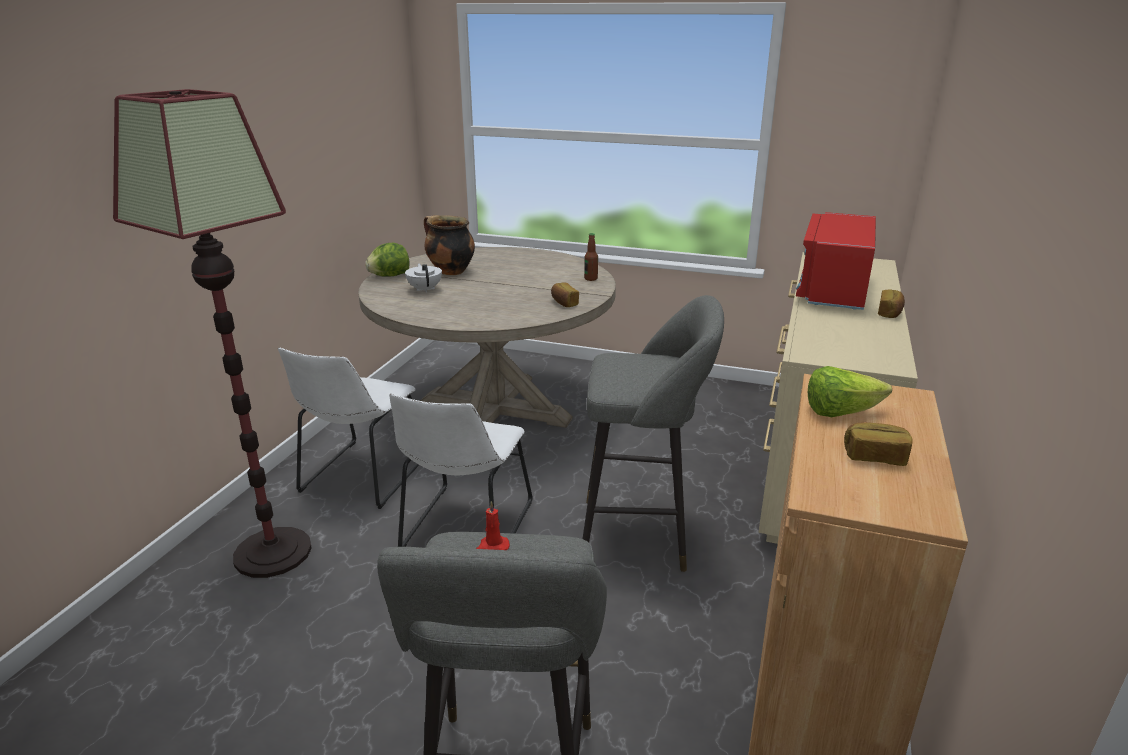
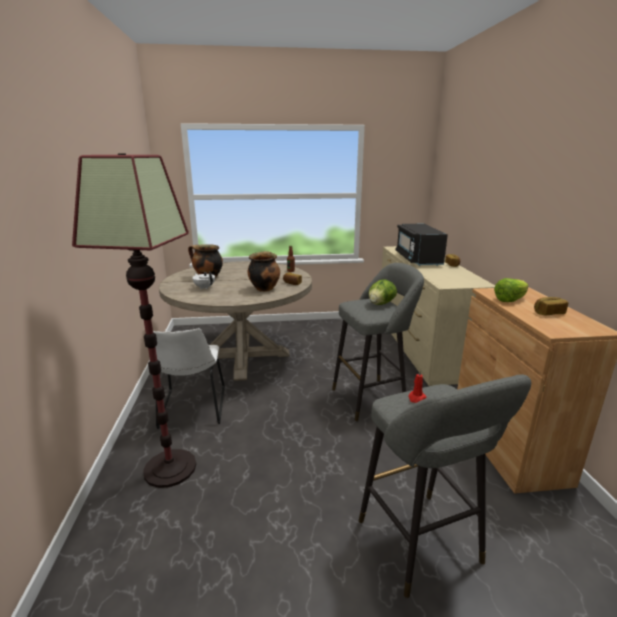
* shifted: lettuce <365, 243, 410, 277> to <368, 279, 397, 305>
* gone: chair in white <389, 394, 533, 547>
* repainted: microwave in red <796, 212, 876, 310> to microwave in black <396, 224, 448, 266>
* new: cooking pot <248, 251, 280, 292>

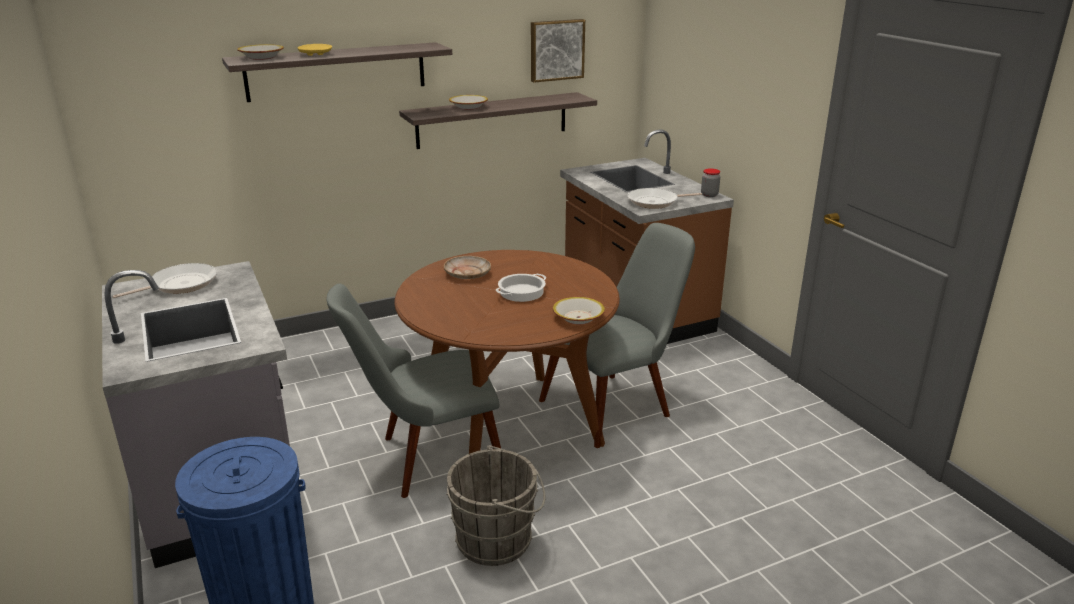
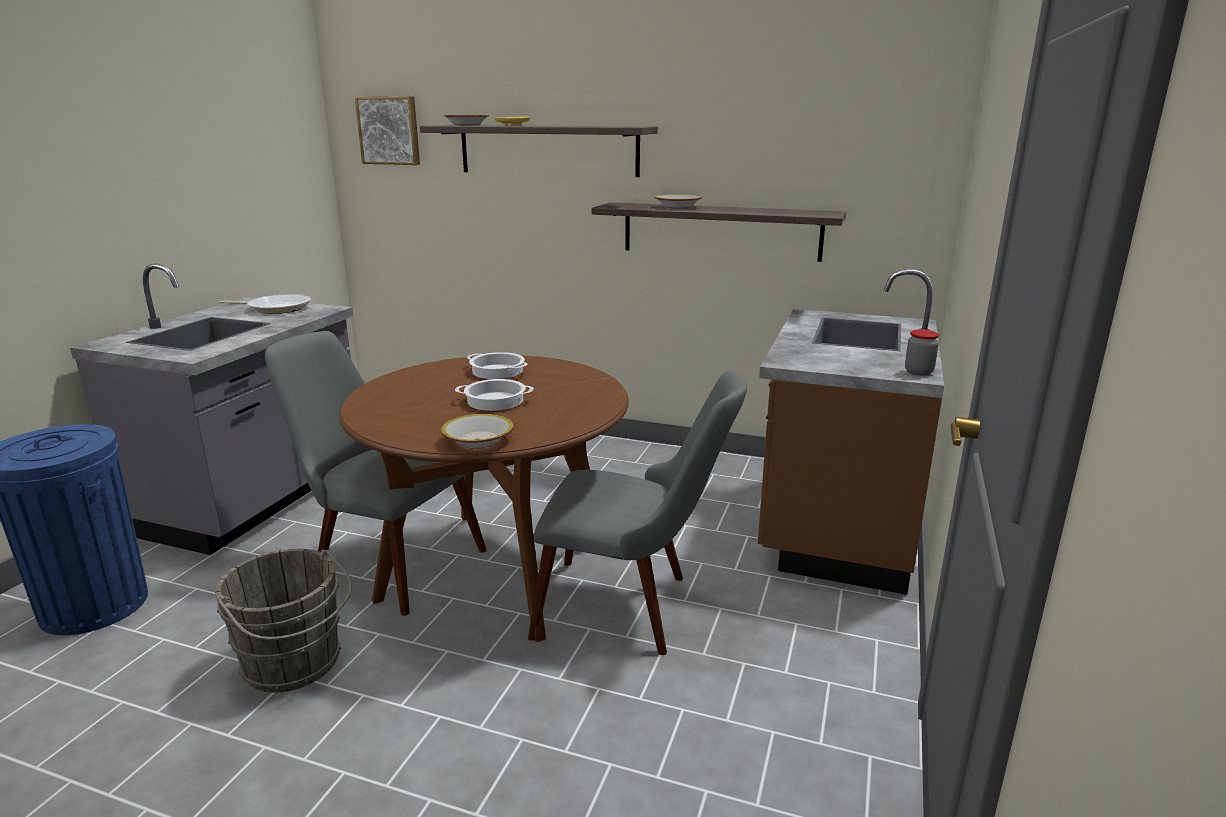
* swapped: plate in beige <444, 256, 491, 279> to cooking pot <466, 352, 527, 379>
* shifted: picture <531, 19, 585, 83> to <355, 96, 420, 165>
* gone: frying pan <628, 188, 702, 209>

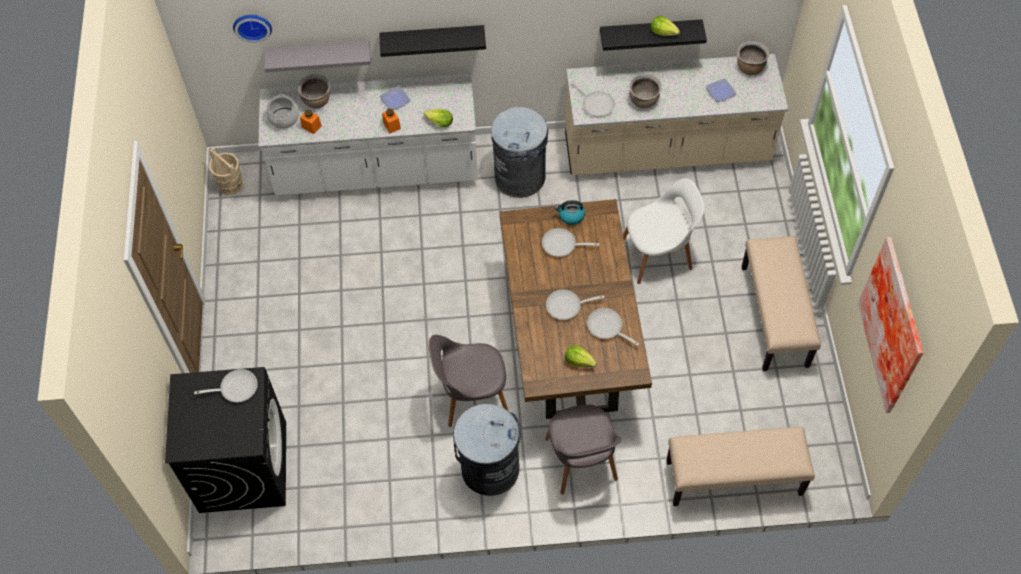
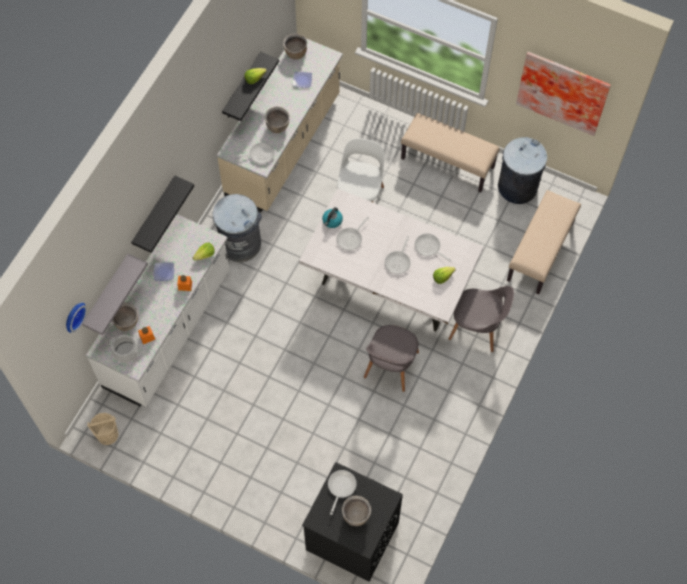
* shifted: trash can in grey <453, 404, 521, 496> to <498, 137, 547, 204>
* repainted: dining table in brown <500, 199, 652, 419> to dining table in white <299, 188, 484, 331>
* rotated: frying pan <587, 308, 639, 346> = <415, 233, 452, 262> 60 degrees clockwise
* new: cooking pot in brown <342, 496, 371, 526>

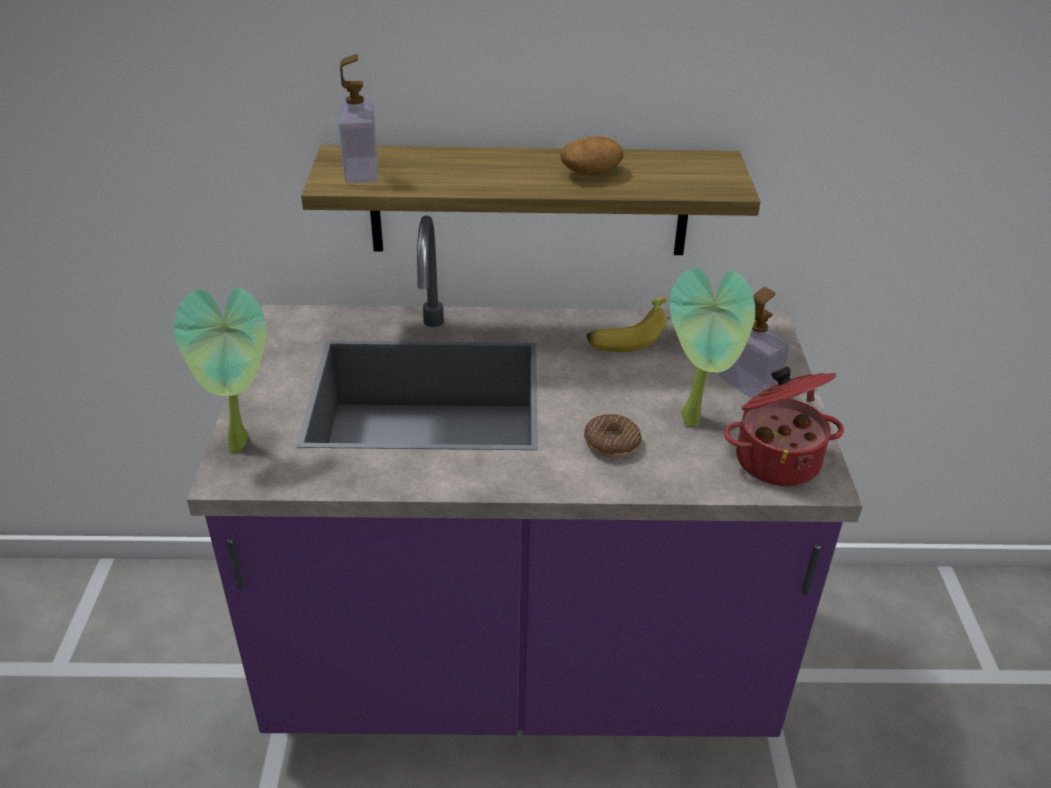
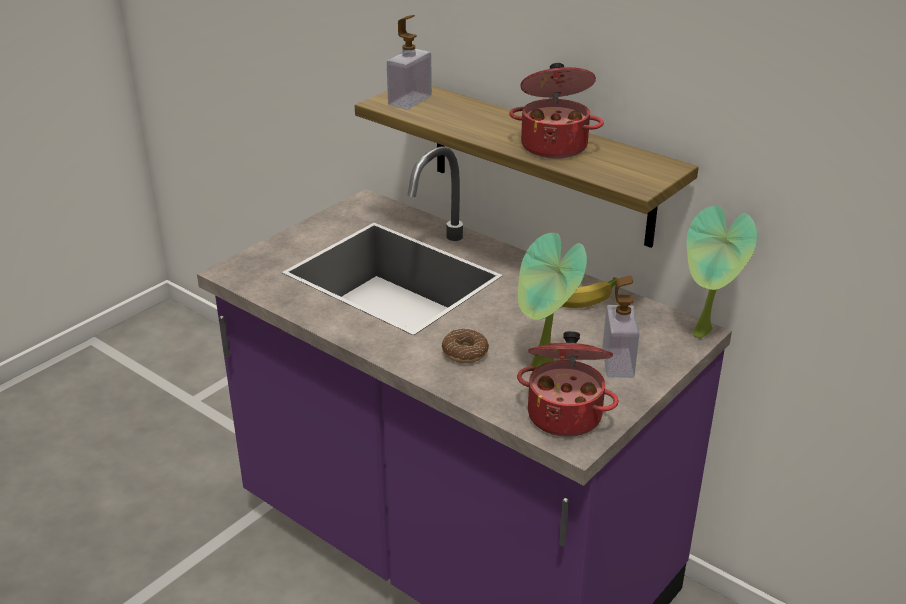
* shifted: potted plant <174, 287, 267, 452> to <687, 206, 757, 338>
* swapped: potato <560, 136, 623, 175> to cooking pot <509, 63, 604, 159>

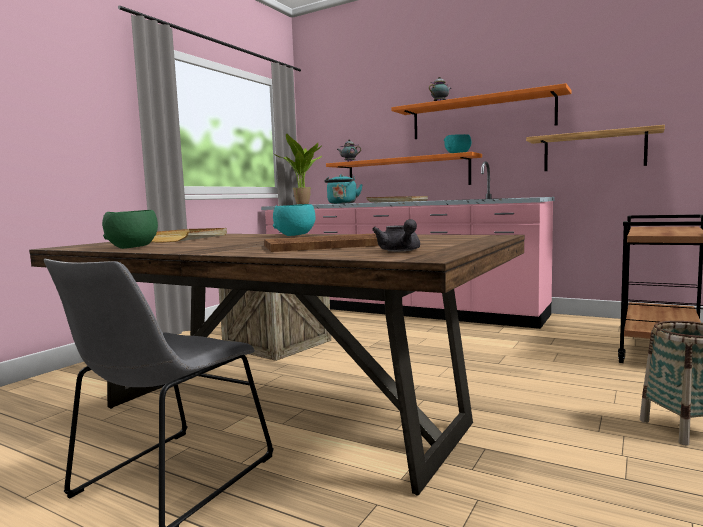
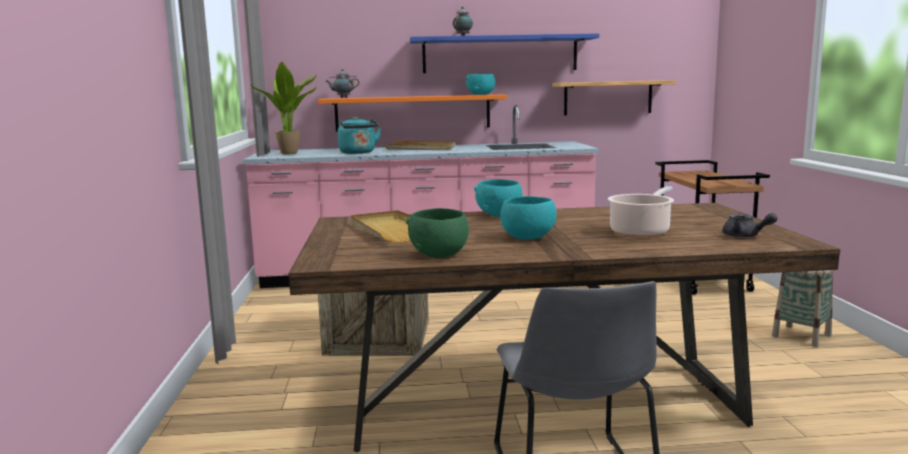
* swapped: tray in brown <264, 233, 379, 252> to cooking pot <608, 186, 674, 237>
* repainted: shelf in orange <391, 83, 571, 139> to shelf in blue <410, 33, 599, 73>
* new: bowl in turquoise <500, 196, 557, 239>

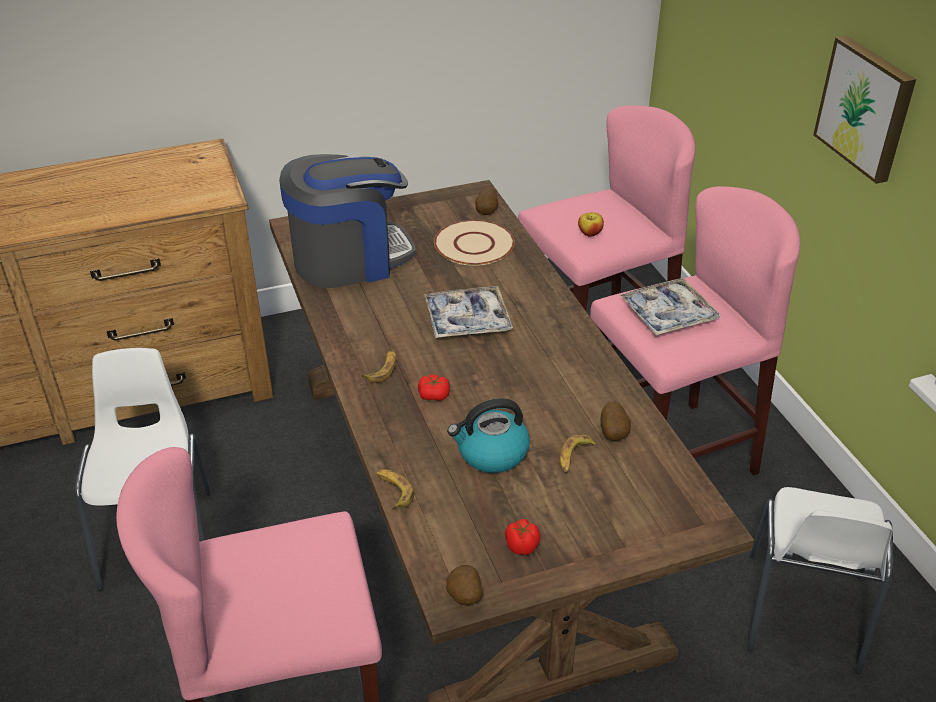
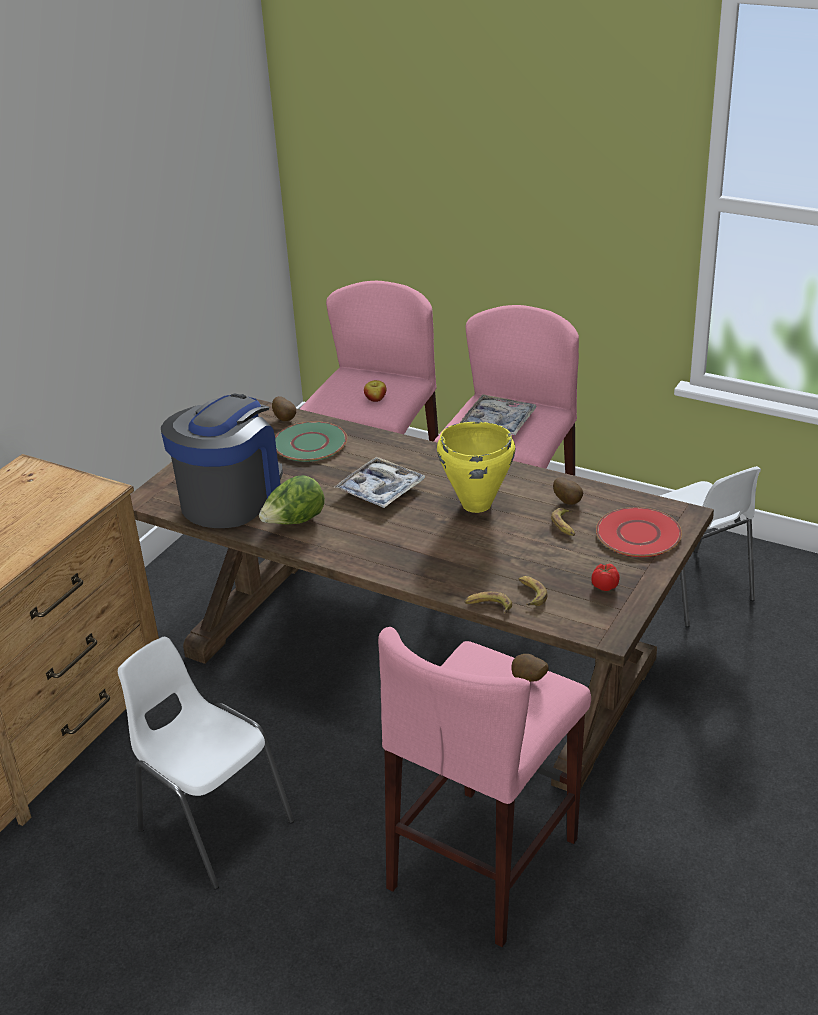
* shifted: banana <362, 351, 396, 383> to <518, 576, 547, 606>
* gone: tomato <418, 374, 450, 401>
* repainted: plate in beige <434, 220, 515, 266> to plate in green <275, 421, 347, 462>
* shifted: potato <446, 565, 483, 605> to <511, 654, 549, 682>
* gone: kettle <447, 398, 530, 473>
* gone: picture <813, 36, 916, 184>
* new: lettuce <259, 475, 325, 524>
* new: cooking pot in yellow <437, 422, 515, 513>
* new: plate in red <596, 507, 682, 557>

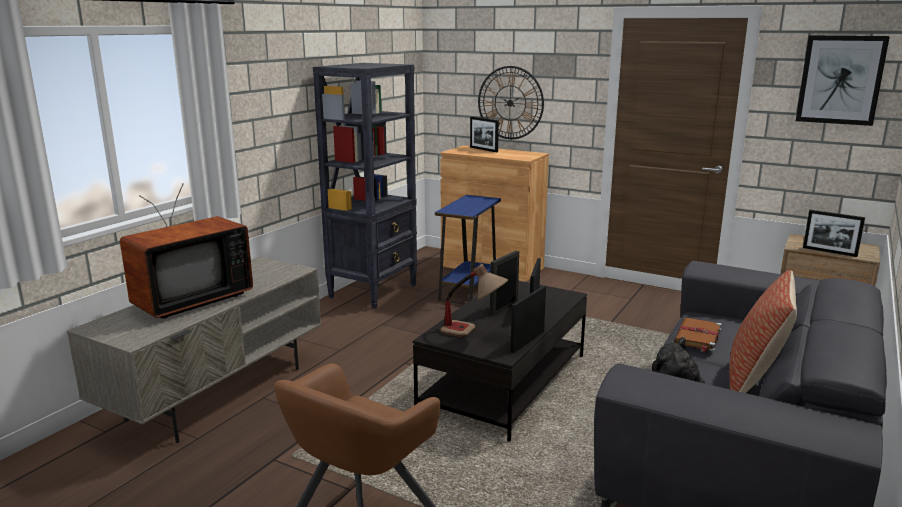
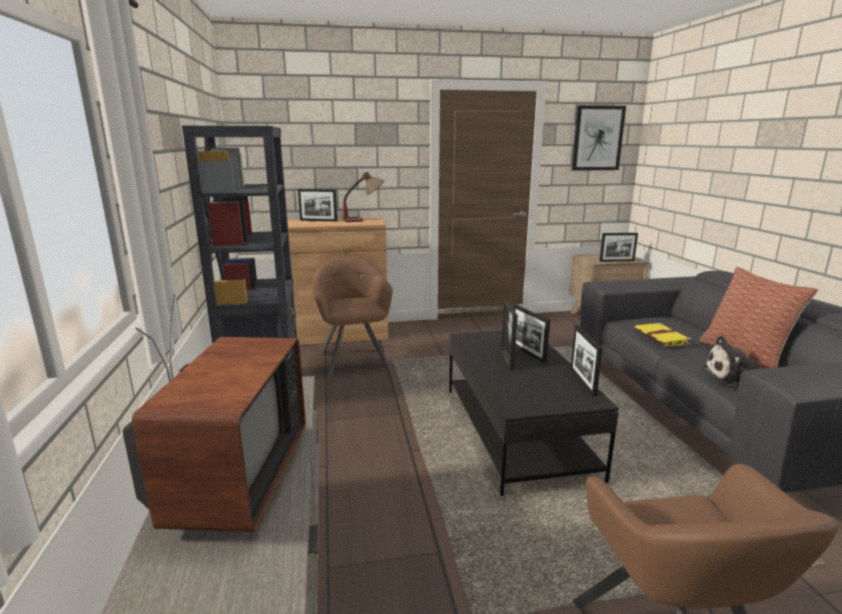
* swapped: side table in blue <435, 195, 501, 304> to armchair in brown <313, 256, 393, 379>
* shifted: table lamp <440, 264, 508, 337> to <343, 172, 384, 222>
* gone: wall clock <478, 66, 544, 139>
* repainted: book in brown <674, 318, 722, 352> to book in yellow <634, 323, 691, 347>

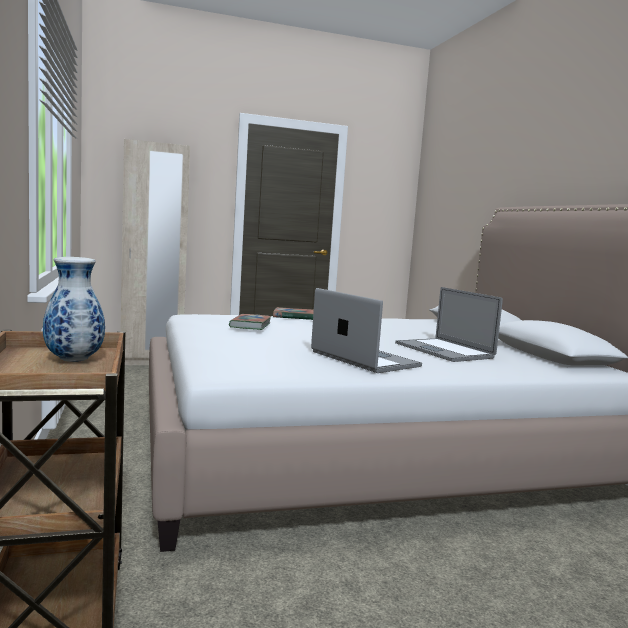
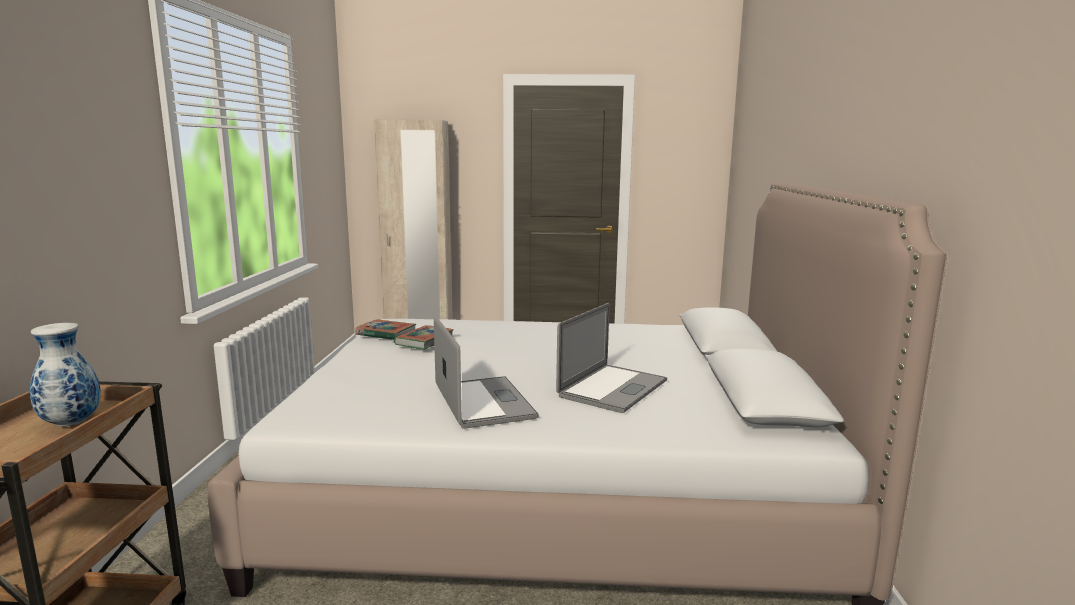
* shifted: book <273, 307, 314, 320> to <355, 319, 416, 340>
* rotated: laptop <395, 287, 503, 362> = <556, 303, 667, 413> 135 degrees counterclockwise

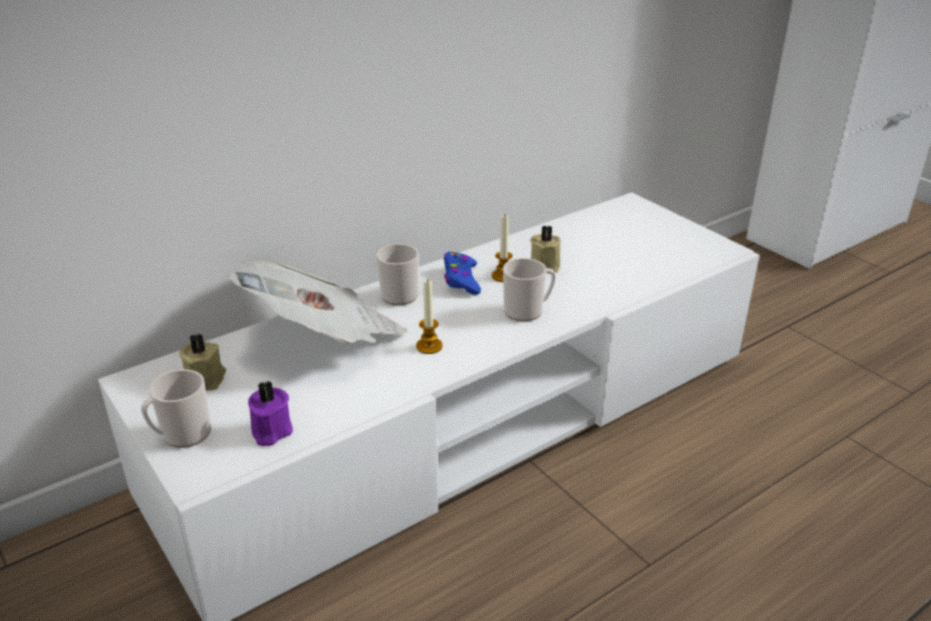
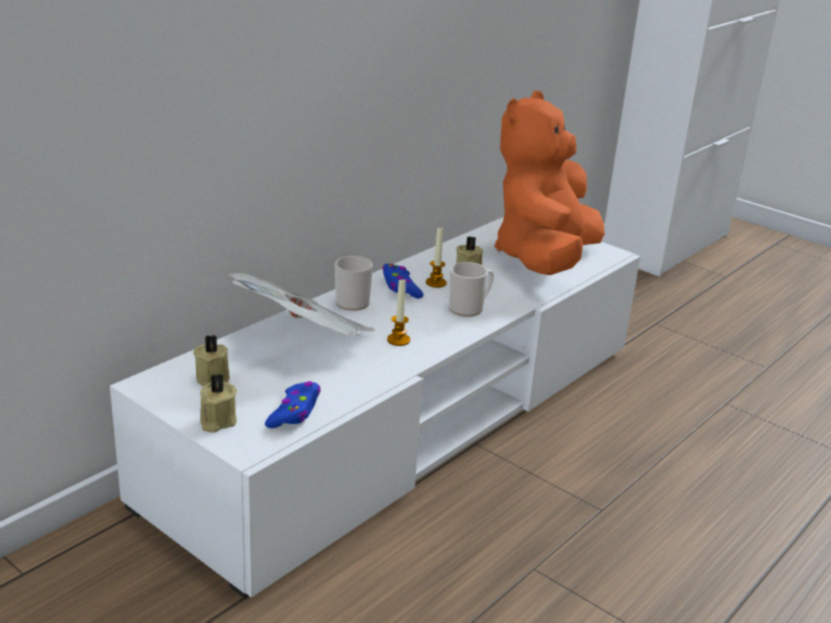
* swapped: mug <141, 369, 211, 448> to candle in beige <200, 373, 237, 433>
* swapped: candle in purple <248, 381, 293, 446> to game controller in blue <265, 381, 320, 428>
* new: plush toy in orange <494, 91, 605, 275>

